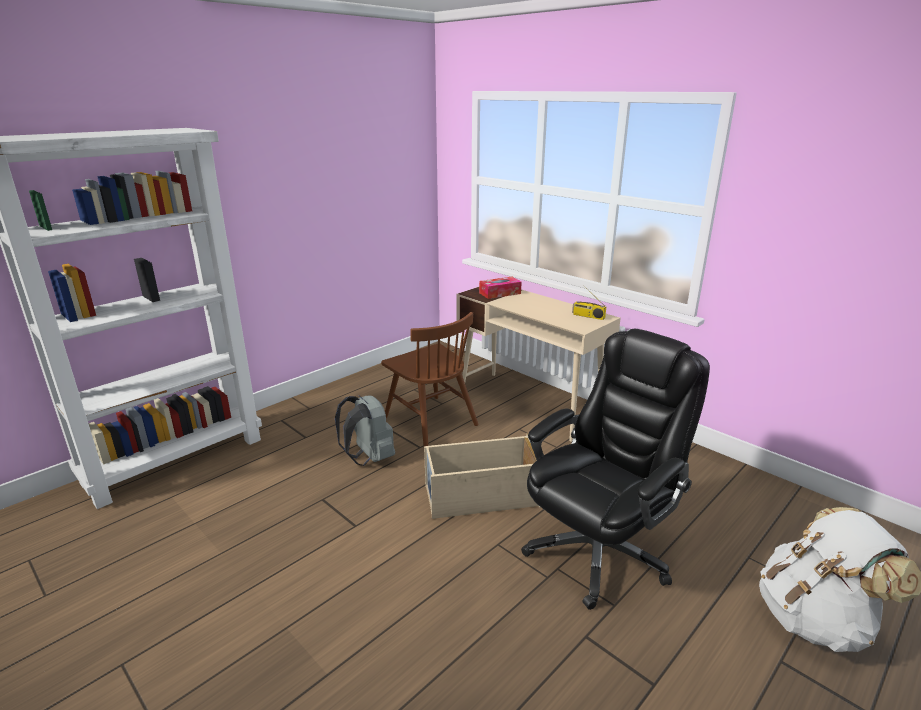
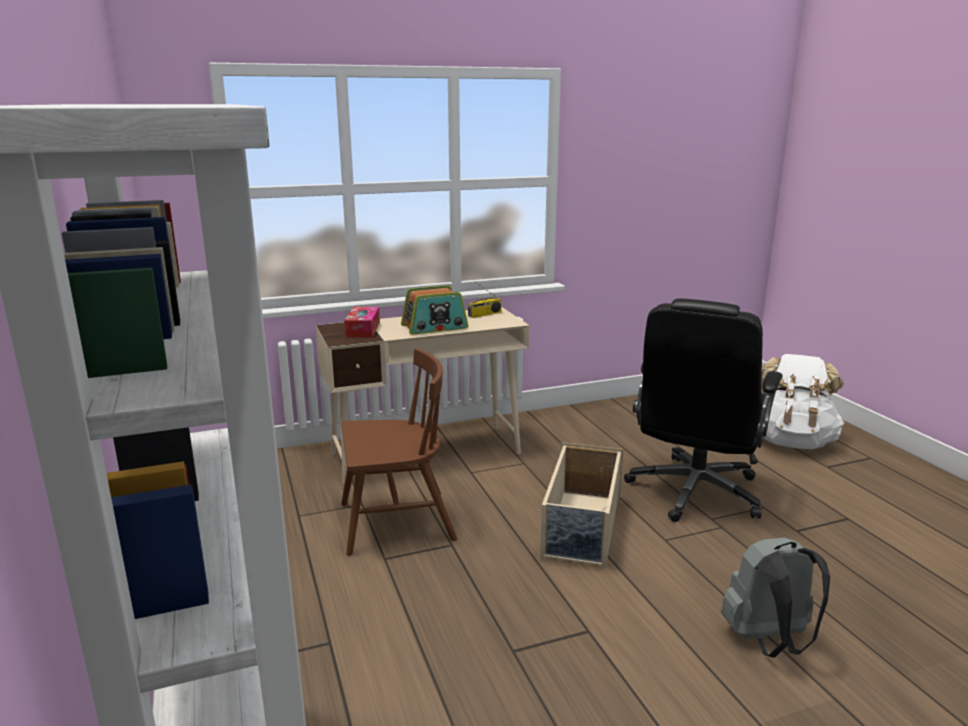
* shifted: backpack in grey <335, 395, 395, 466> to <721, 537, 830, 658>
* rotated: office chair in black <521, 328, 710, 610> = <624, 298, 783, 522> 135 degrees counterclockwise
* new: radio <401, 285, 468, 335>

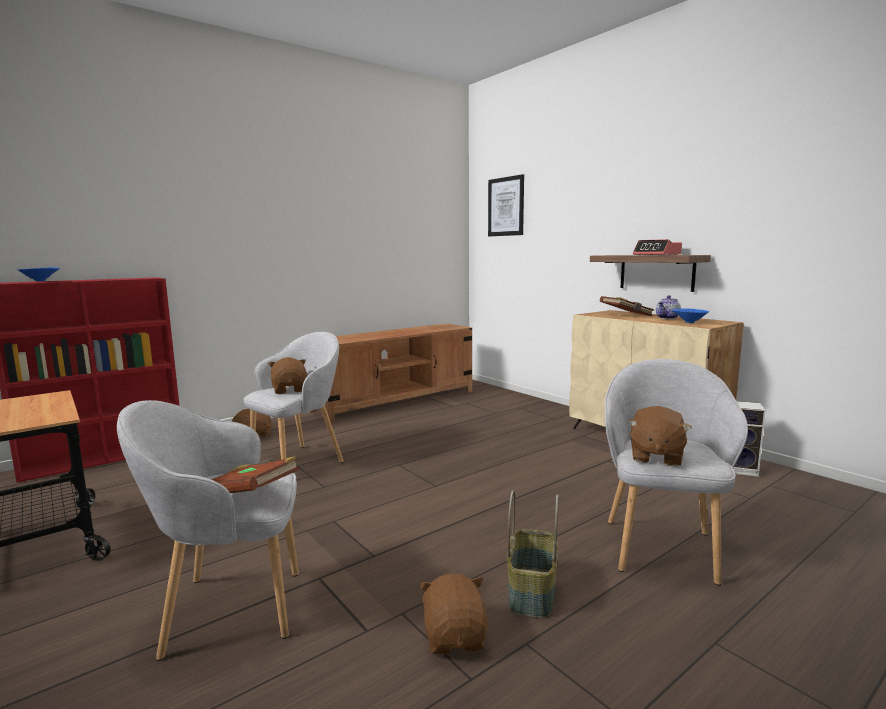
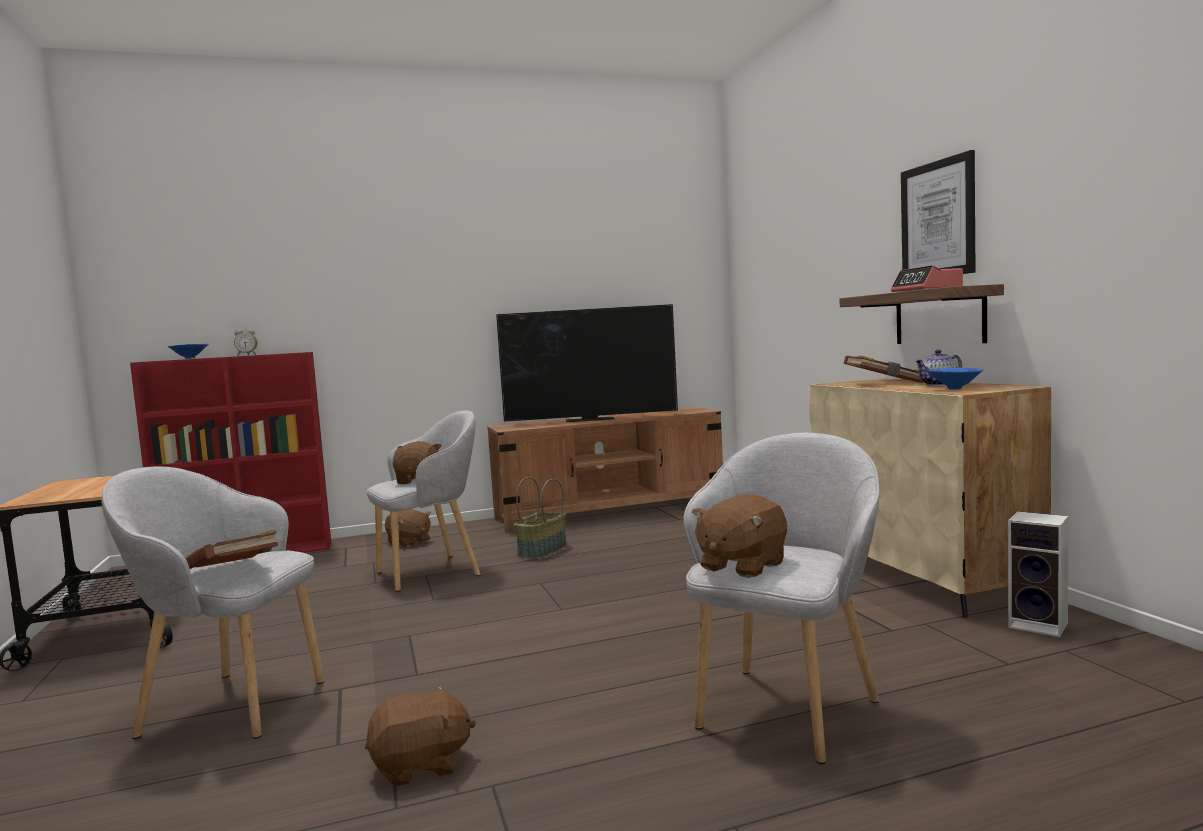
* rotated: plush toy in brown <419, 574, 488, 654> = <365, 685, 476, 786> 60 degrees clockwise
* shifted: picture <488, 174, 524, 236> to <901, 150, 976, 274>
* shifted: basket <507, 490, 558, 618> to <514, 477, 567, 559>
* new: alarm clock <234, 329, 257, 356>
* new: television <496, 304, 678, 422>

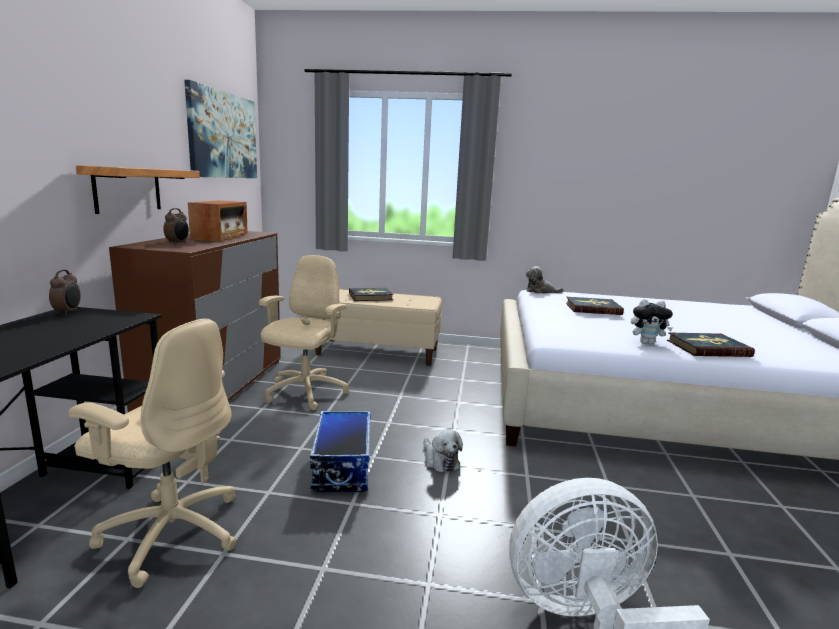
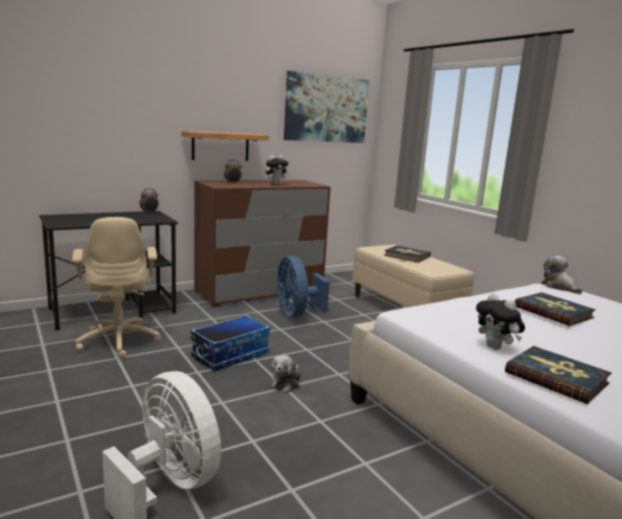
* swapped: radio <188, 200, 248, 242> to plush toy <265, 155, 289, 184>
* swapped: office chair in beige <259, 255, 349, 410> to fan in blue <276, 256, 330, 317>

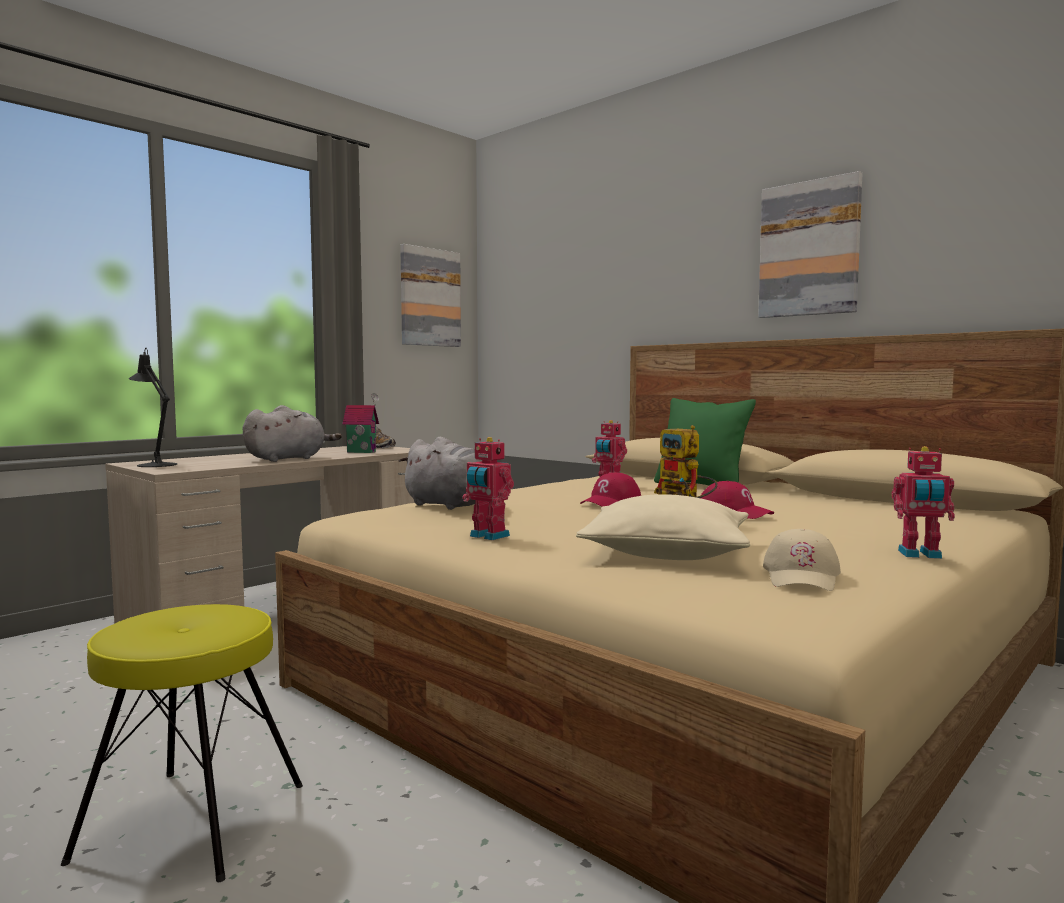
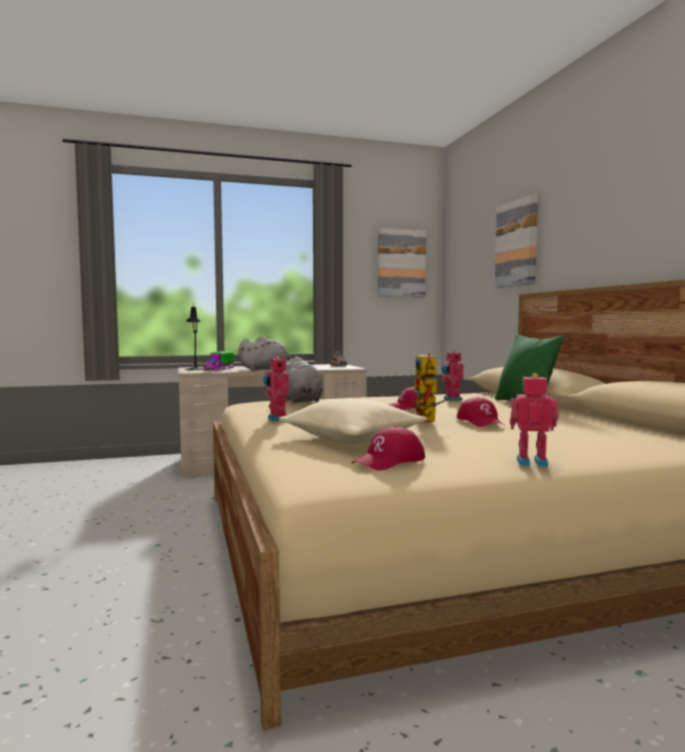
* gone: stool in yellow <61, 604, 303, 882>
* gone: toy house <342, 393, 379, 453>
* shifted: picture <758, 171, 862, 318> to <495, 194, 538, 288>
* repainted: cap in beige <763, 529, 841, 591> to cap in red <352, 427, 425, 471>
* rotated: toy robot <891, 446, 955, 559> = <510, 373, 559, 467> 150 degrees clockwise
* new: toy truck <203, 351, 234, 371>

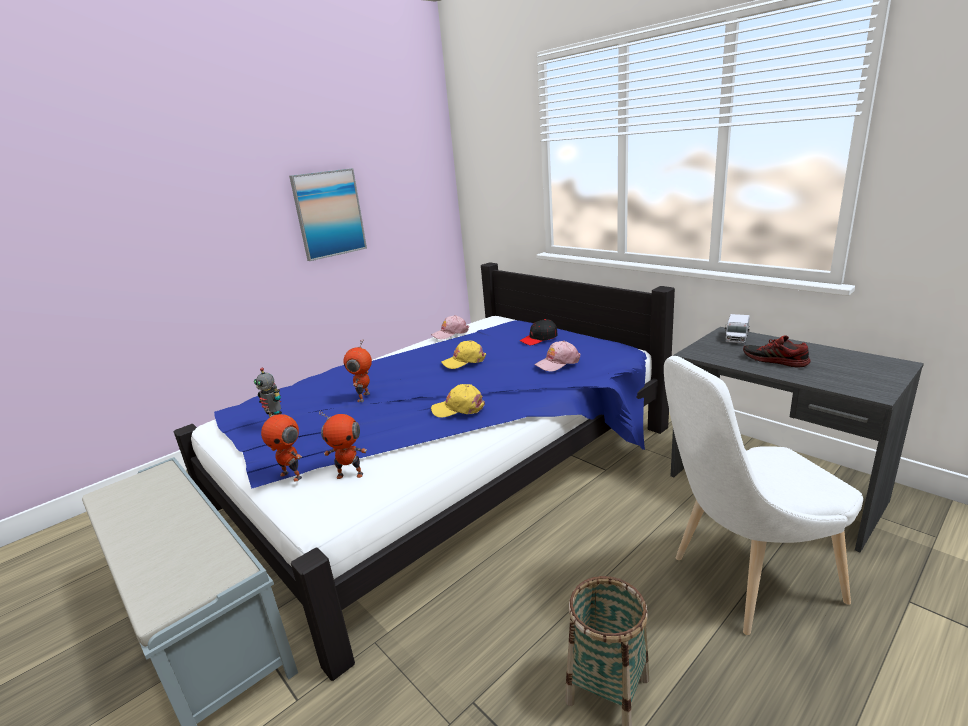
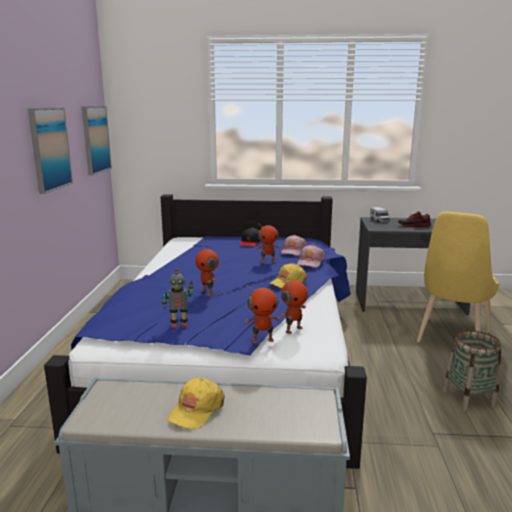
* shifted: cap in pink <431, 315, 469, 340> to <297, 245, 325, 267>
* shifted: cap in yellow <441, 340, 486, 369> to <167, 378, 225, 429>
* repainted: chair in white <664, 356, 863, 635> to chair in yellow <417, 212, 499, 343>
* new: picture <82, 106, 112, 176>
* new: toy robot <257, 224, 280, 263>

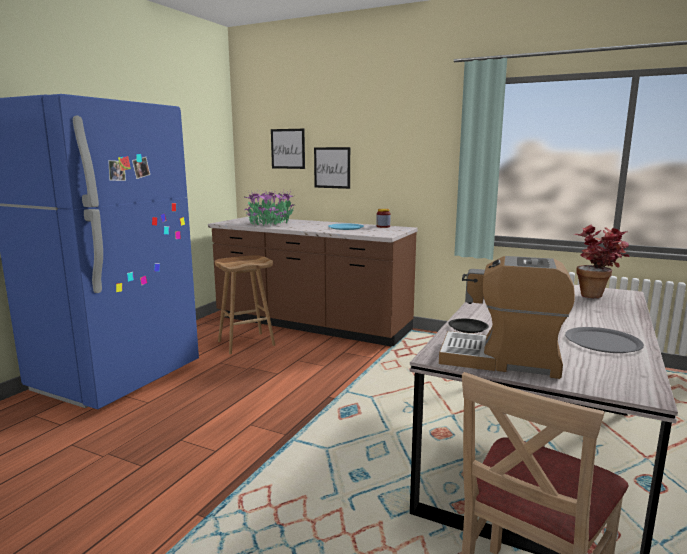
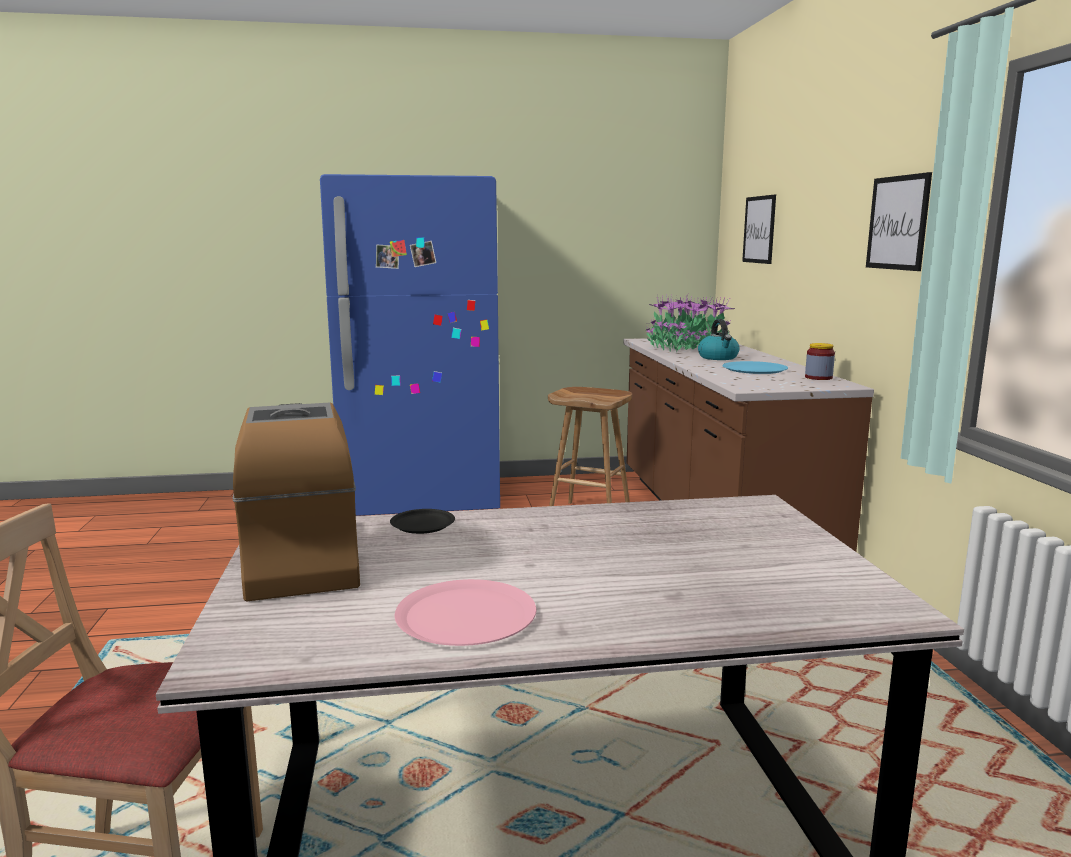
* shifted: picture <314, 147, 350, 189> to <866, 172, 932, 271>
* repainted: plate in grey <565, 327, 644, 353> to plate in pink <395, 579, 536, 646>
* gone: potted plant <574, 224, 629, 298>
* new: kettle <698, 319, 739, 360>

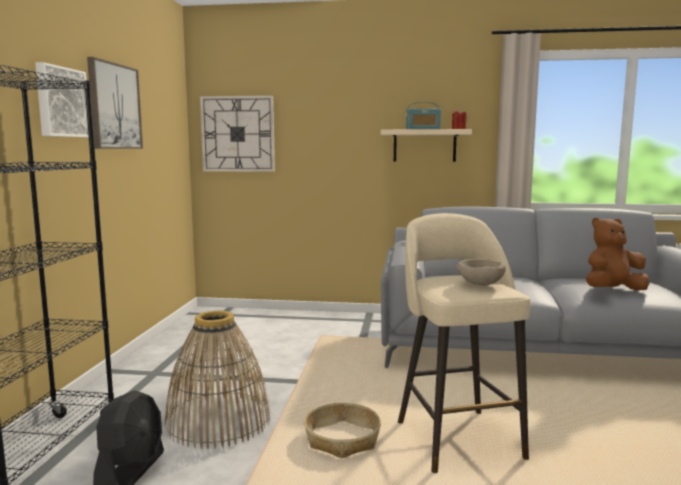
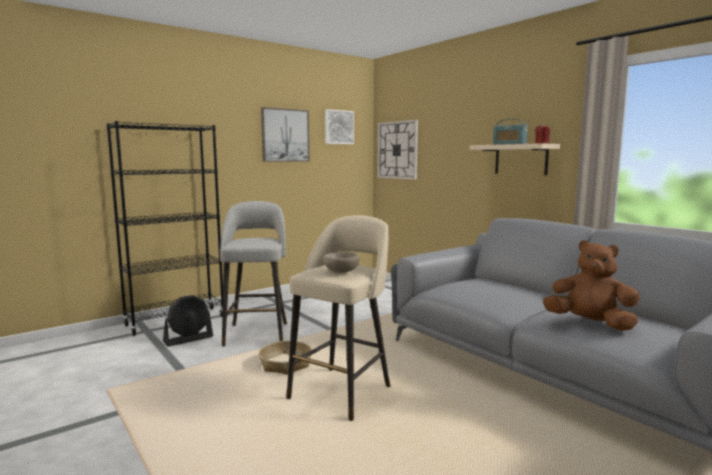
* shifted: picture <35, 62, 89, 137> to <325, 109, 354, 144>
* swapped: basket <165, 311, 270, 449> to stool in grey <220, 201, 287, 347>

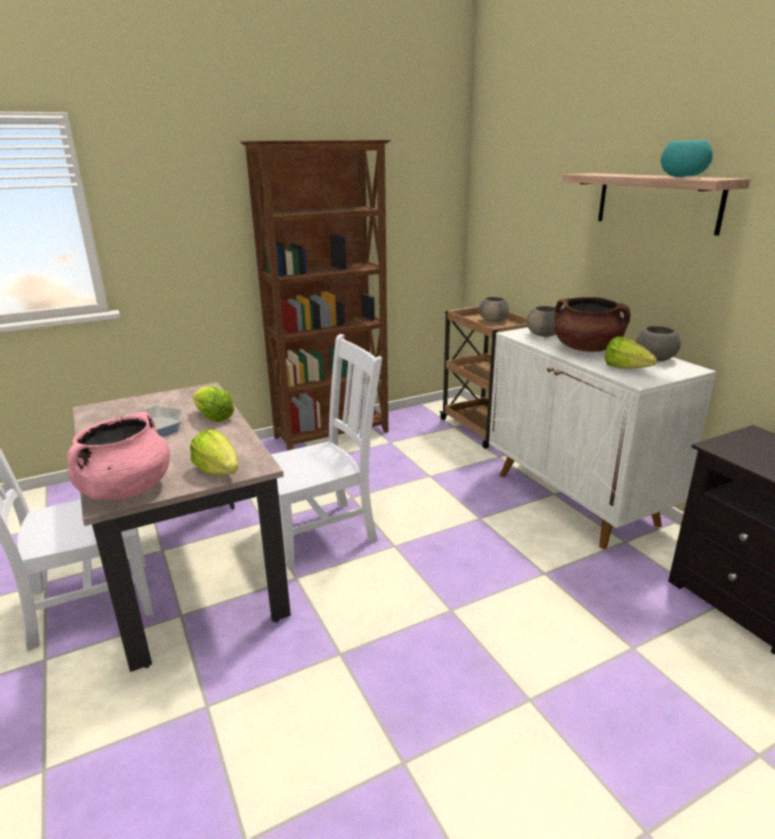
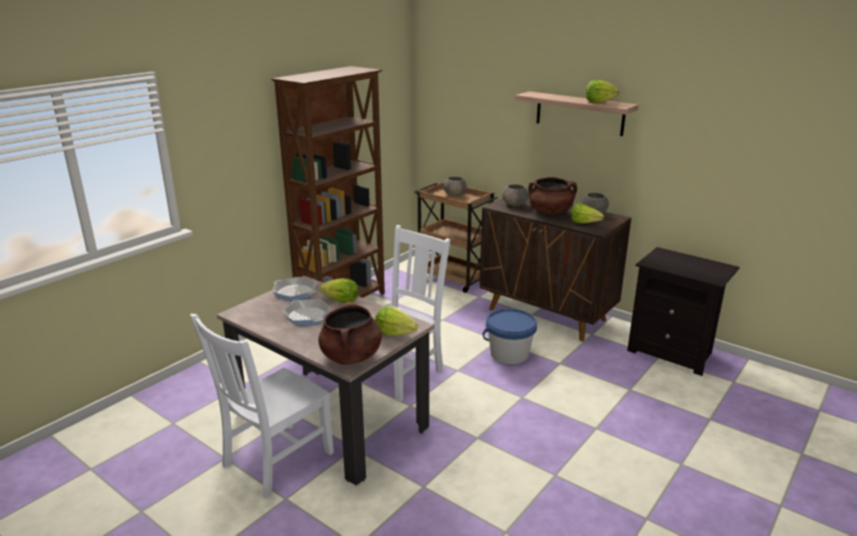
* repainted: cooking pot in pink <67, 411, 170, 500> to cooking pot in brown <318, 302, 382, 364>
* repainted: cabinet in white <489, 327, 716, 549> to cabinet in brown <479, 195, 631, 341>
* swapped: bowl in turquoise <661, 140, 713, 177> to lettuce <586, 80, 619, 103>
* new: frying pan <273, 277, 316, 301>
* new: bucket in blue <482, 309, 537, 364>

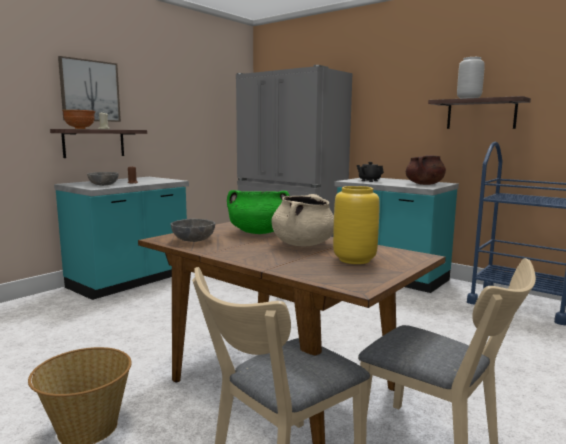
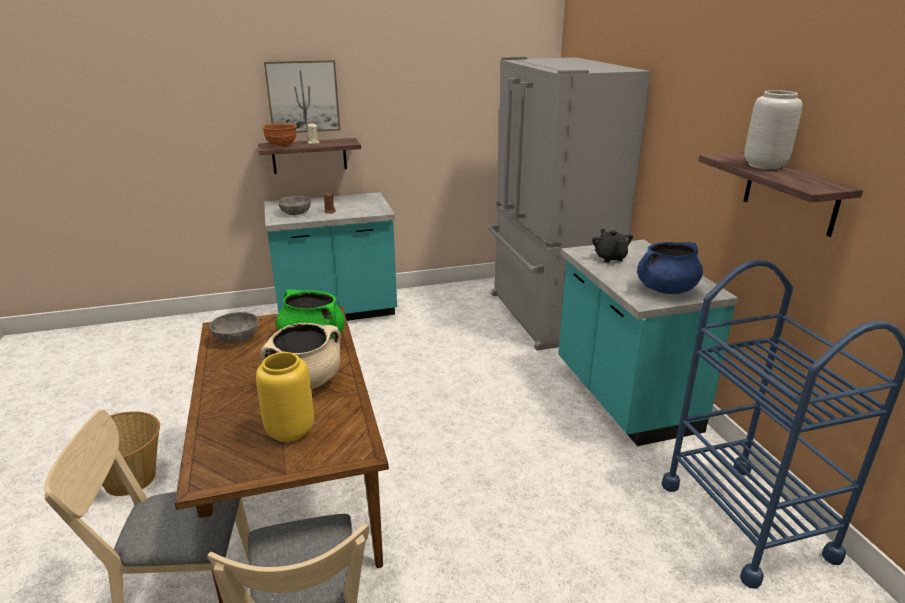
* repainted: cooking pot in brown <406, 155, 446, 185> to cooking pot in blue <637, 242, 703, 294>

